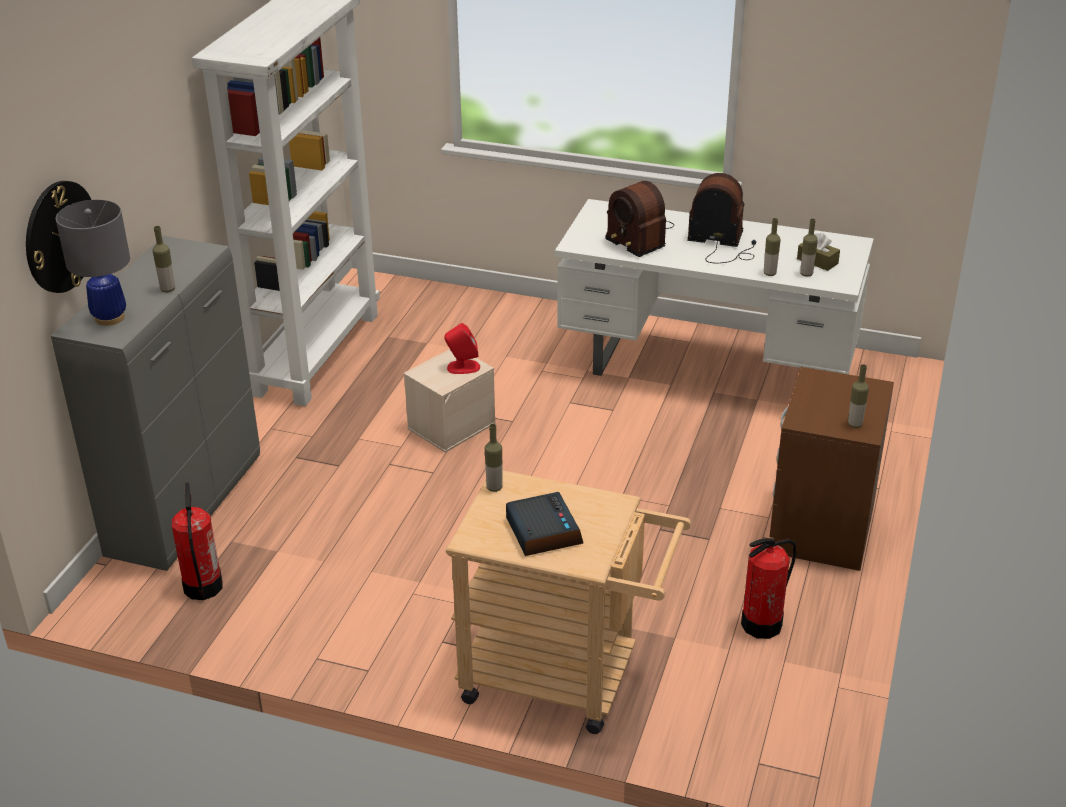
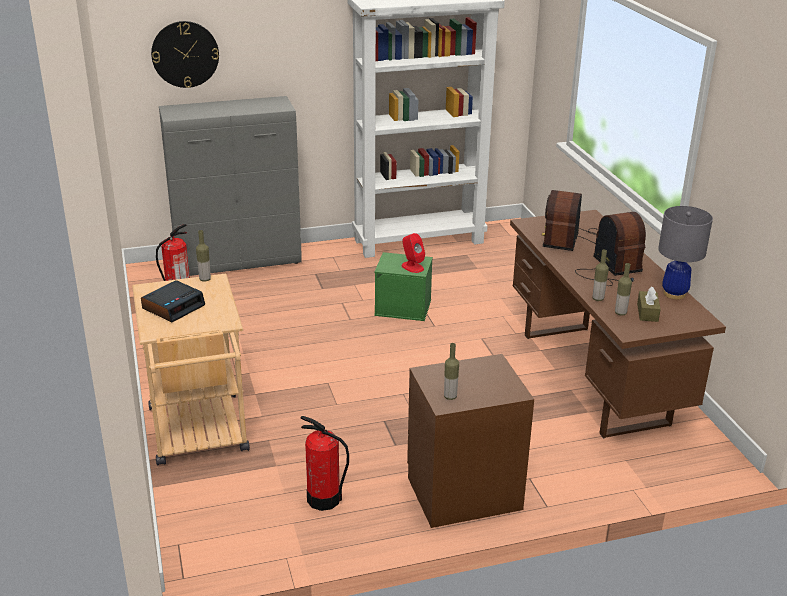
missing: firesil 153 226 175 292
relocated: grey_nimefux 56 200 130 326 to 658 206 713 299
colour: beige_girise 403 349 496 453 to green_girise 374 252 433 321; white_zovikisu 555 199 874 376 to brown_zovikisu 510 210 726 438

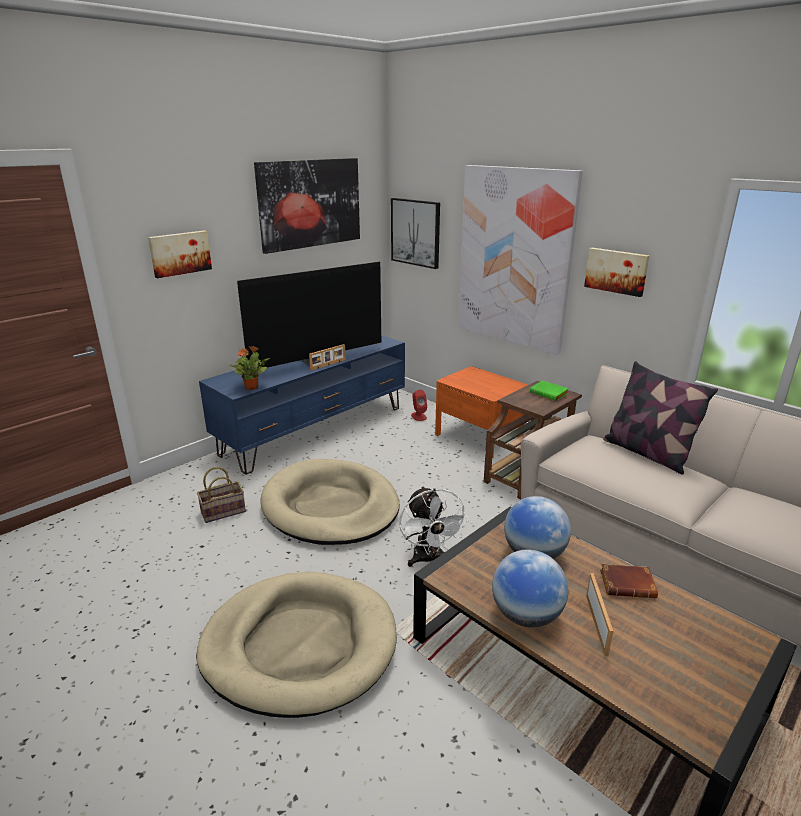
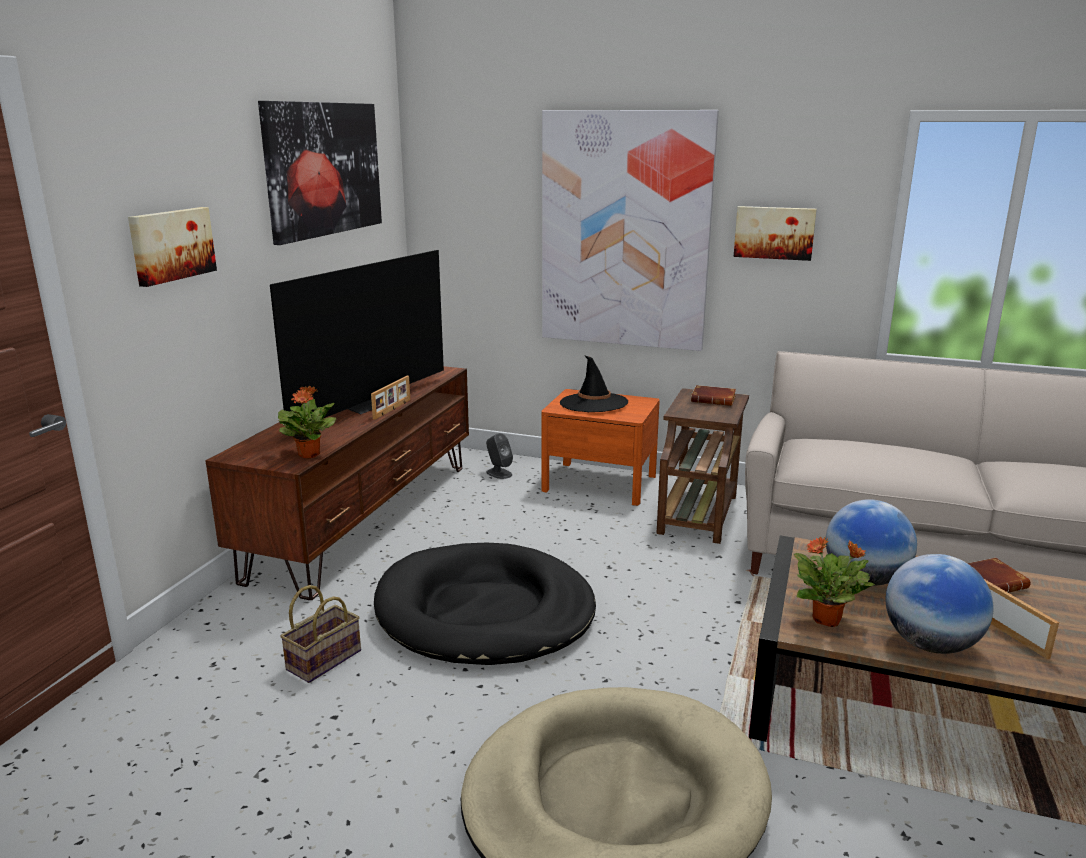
missing: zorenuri 391 198 440 269; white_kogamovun 399 486 469 567; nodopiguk 603 361 718 475
appeared: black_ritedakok 560 355 628 412; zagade 793 537 875 627
colour: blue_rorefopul 199 335 405 475 to brown_rorefopul 205 366 469 600; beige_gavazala 260 459 400 545 to black_gavazala 374 543 596 665; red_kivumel 411 390 427 421 to grey_kivumel 486 433 513 479; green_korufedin 530 380 569 401 to brown_korufedin 691 385 736 406

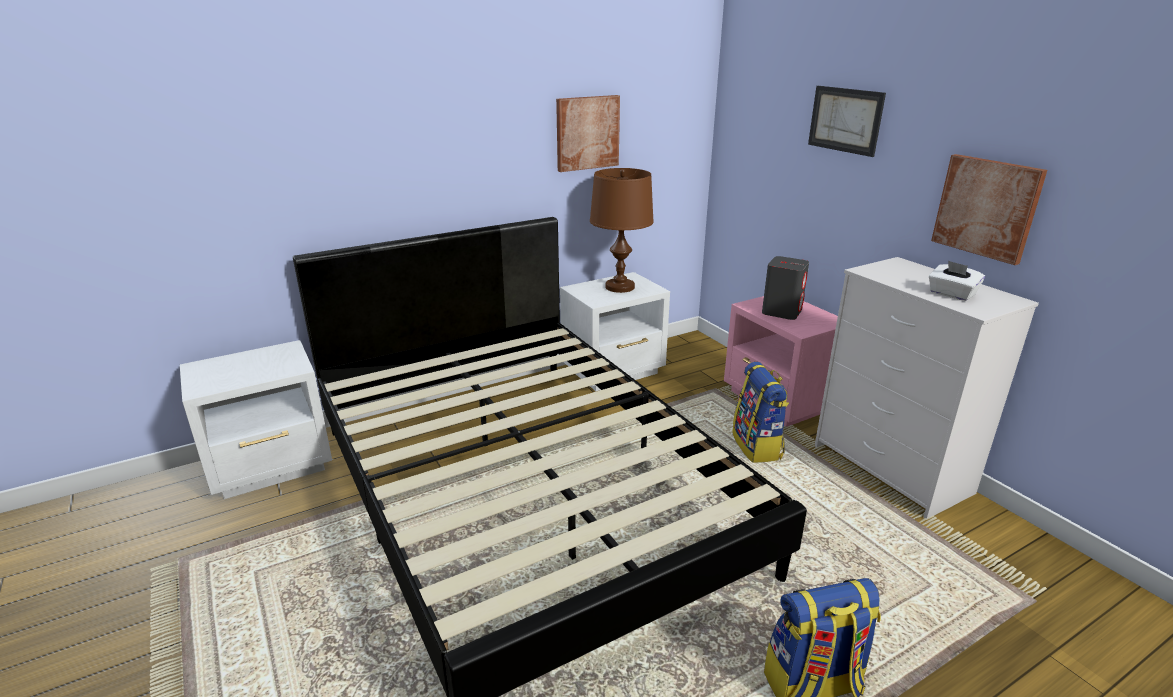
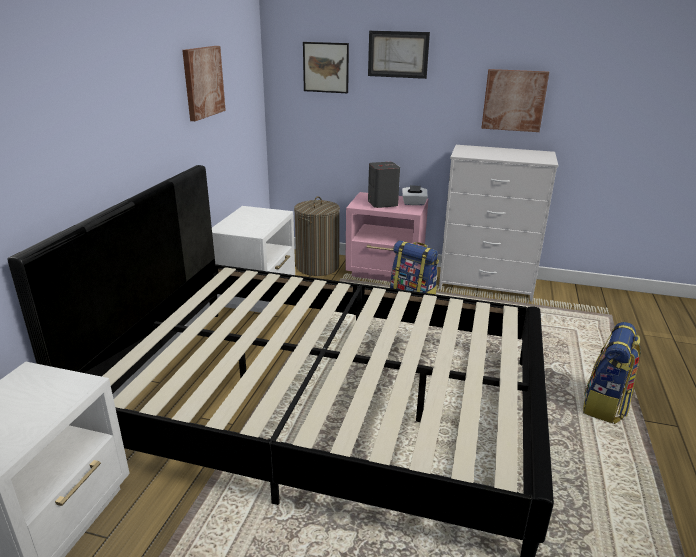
missing: brown_nimefux 590 168 654 293
appeared: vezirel 294 196 340 276; zorenuri 303 42 349 94
relocated: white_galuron 929 261 985 301 to 402 185 428 205

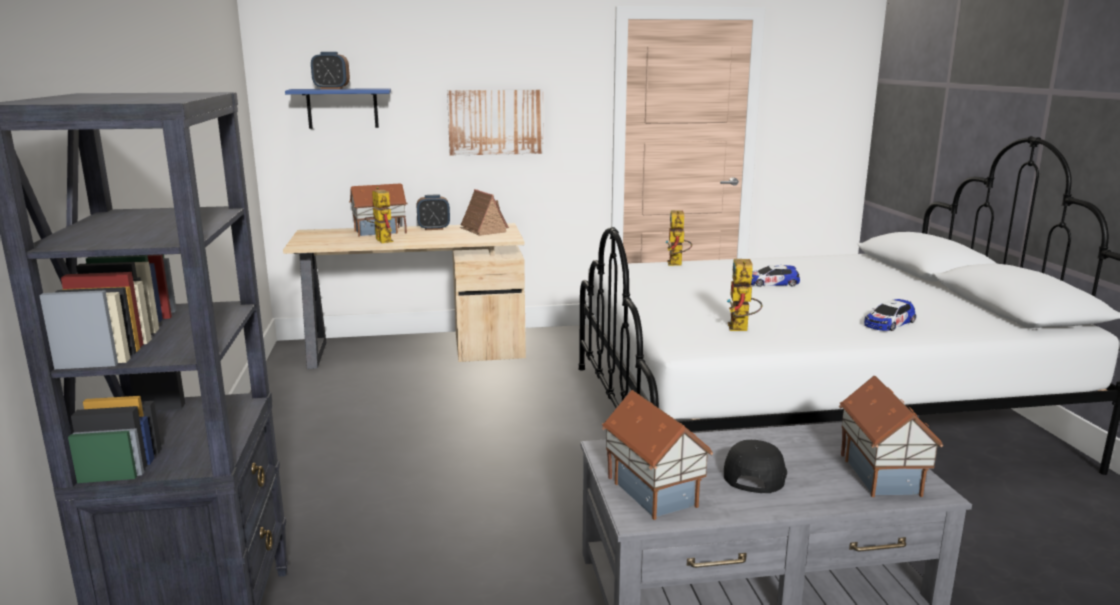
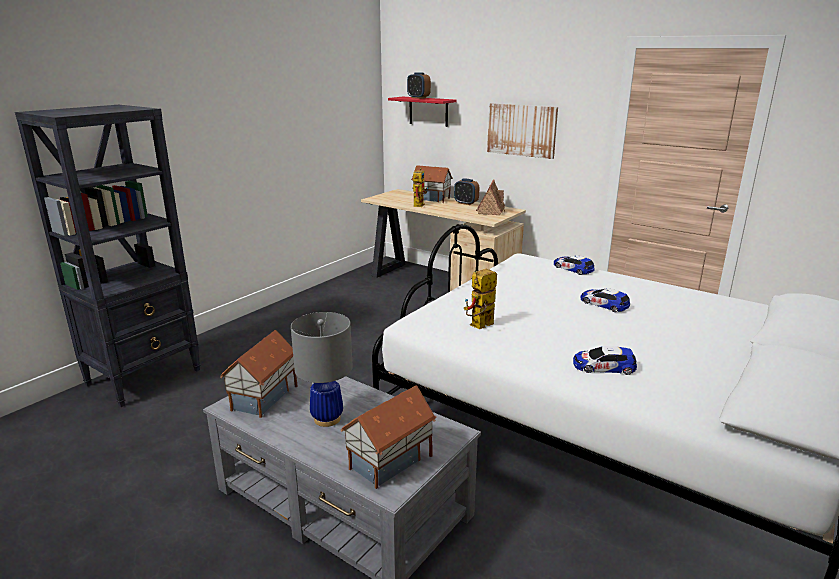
exchanged: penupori 665 210 692 266 to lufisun 554 255 594 275; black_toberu 724 440 787 493 to grey_nimefux 291 312 353 427
colour: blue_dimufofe 285 88 391 129 to red_dimufofe 388 97 457 127

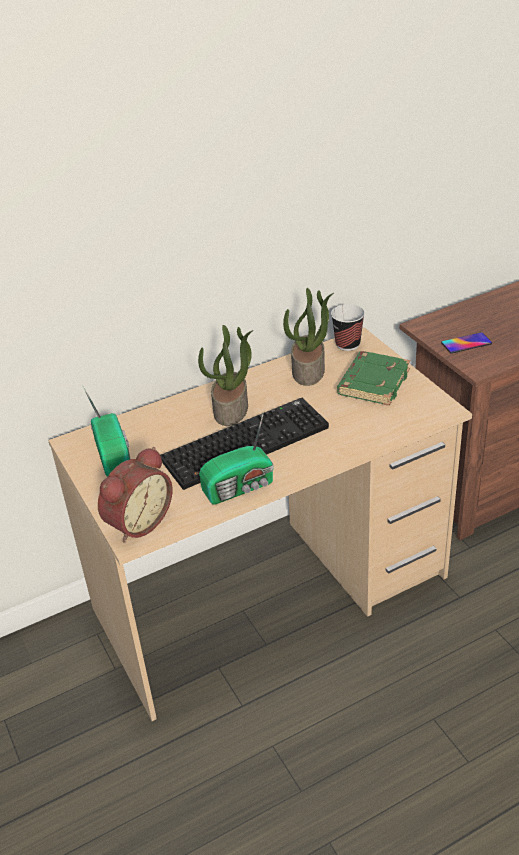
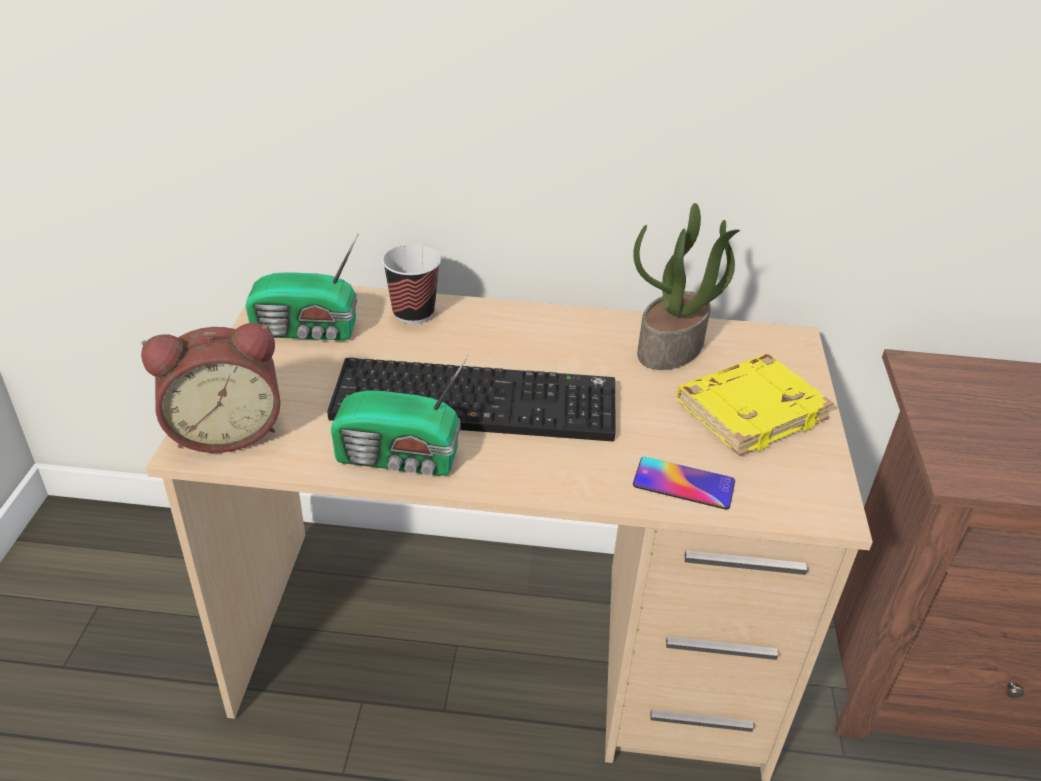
missing: zagade 198 325 253 426
relocated: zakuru 331 304 365 351 to 382 244 441 324; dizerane 441 332 492 353 to 633 457 735 510
colour: green_korufedin 337 351 410 406 to yellow_korufedin 677 354 834 456
spun: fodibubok 82 385 130 477 = 245 234 358 341 75 degrees clockwise

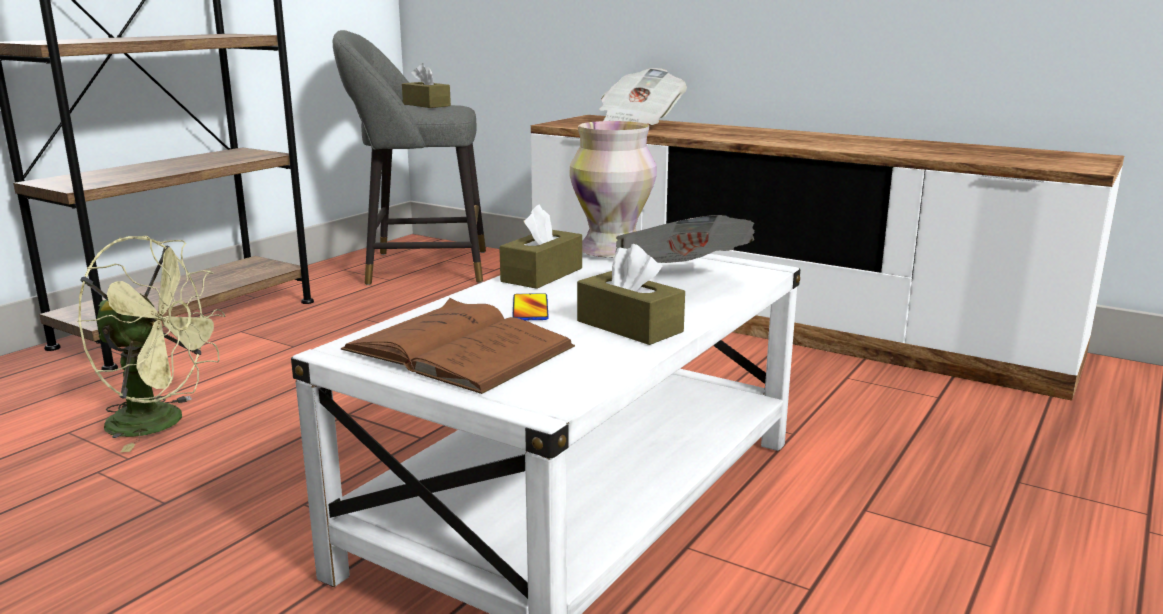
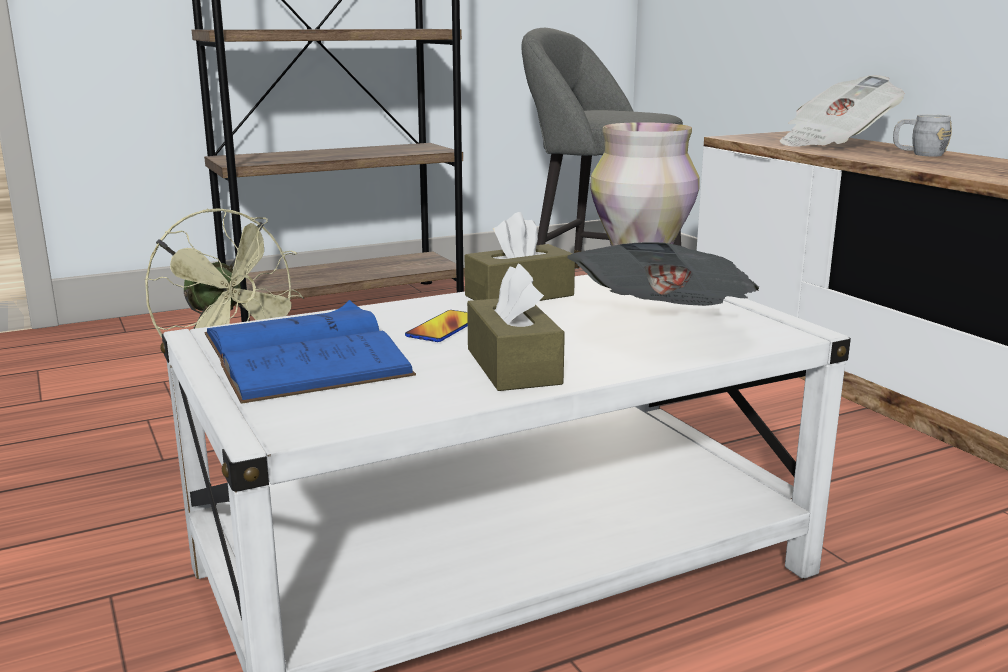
missing: brown_galuron 402 63 451 108
appeared: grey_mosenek 893 114 952 157
colour: brown_korufedin 341 298 575 394 to blue_korufedin 204 300 416 404

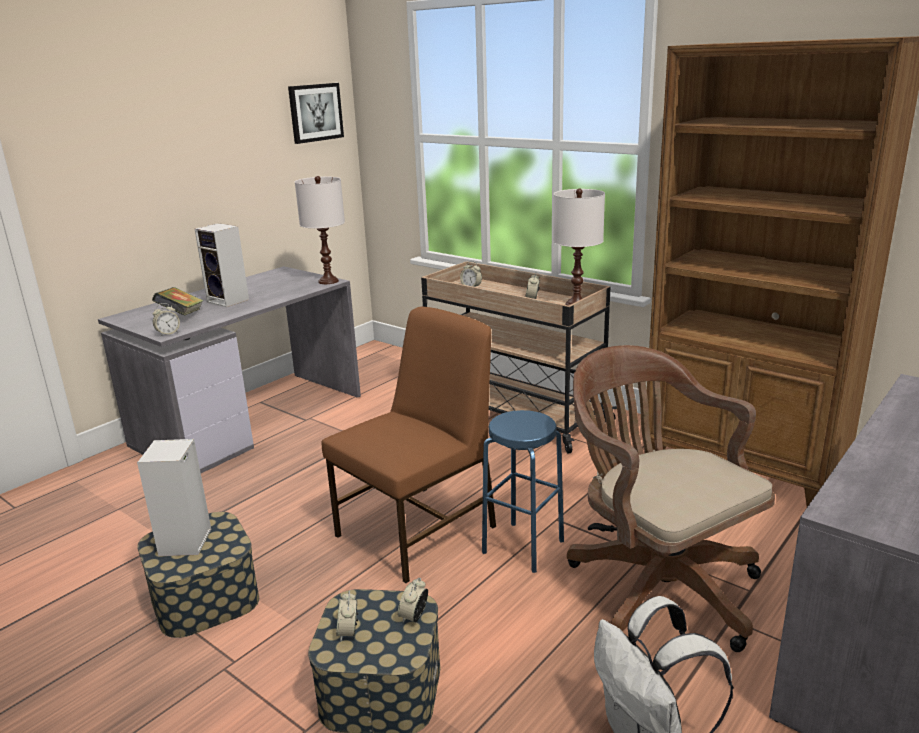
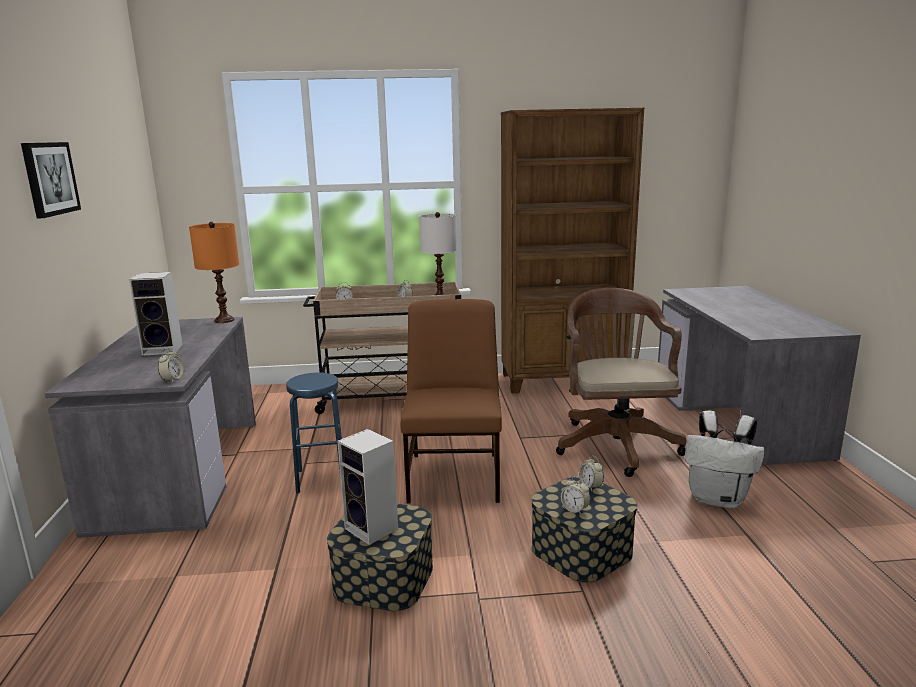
missing: korufedin 152 287 204 316
relocated: zorenuri 288 83 344 144 to 21 142 81 218; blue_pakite 482 410 564 573 to 286 373 342 494
colour: white_nimefux 295 176 345 284 to orange_nimefux 189 222 239 323
spun: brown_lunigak 567 345 775 652 = 556 288 686 477 75 degrees clockwise

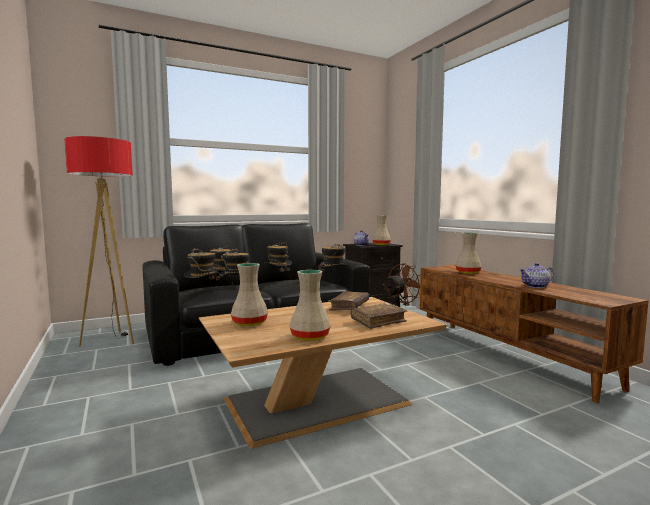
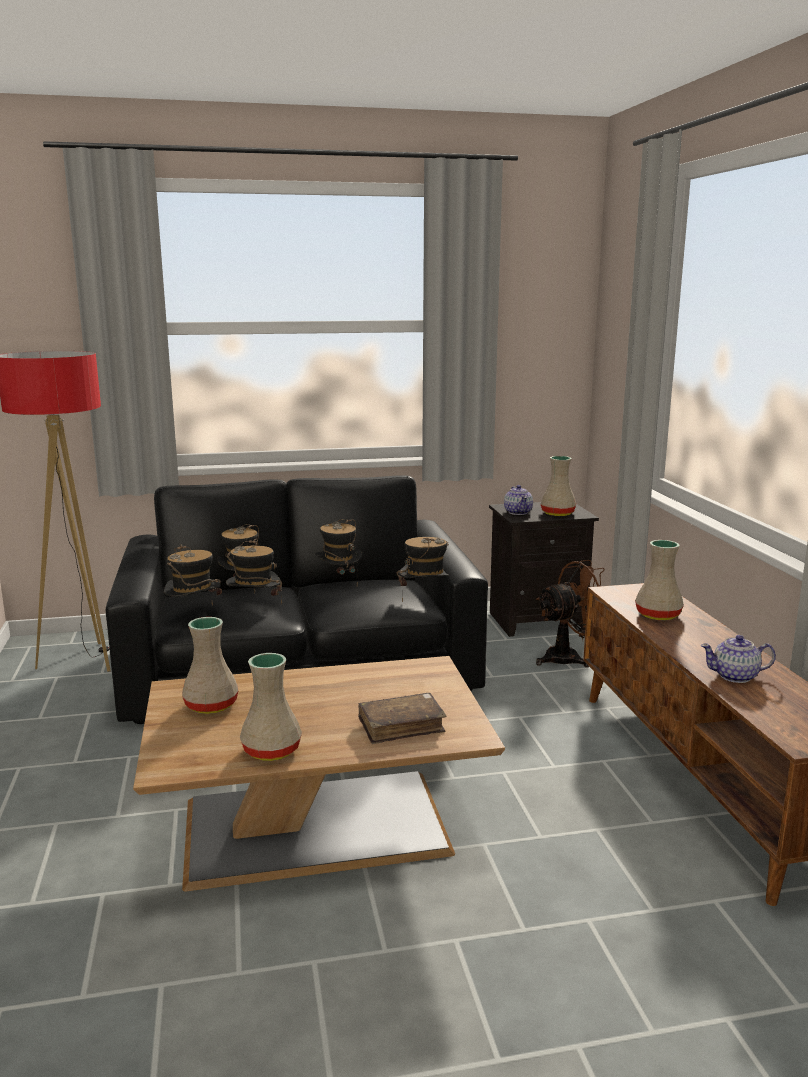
missing: brown_korufedin 329 291 369 311

